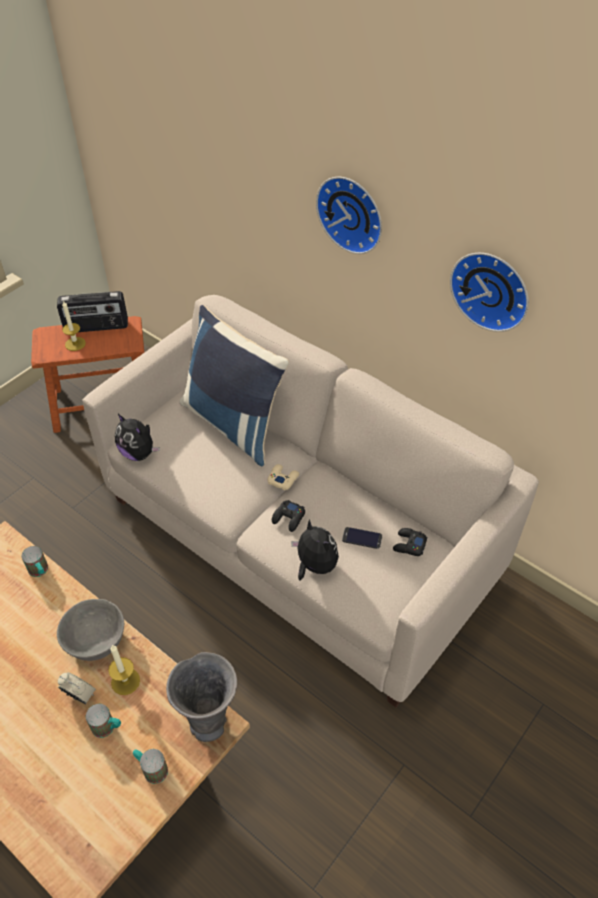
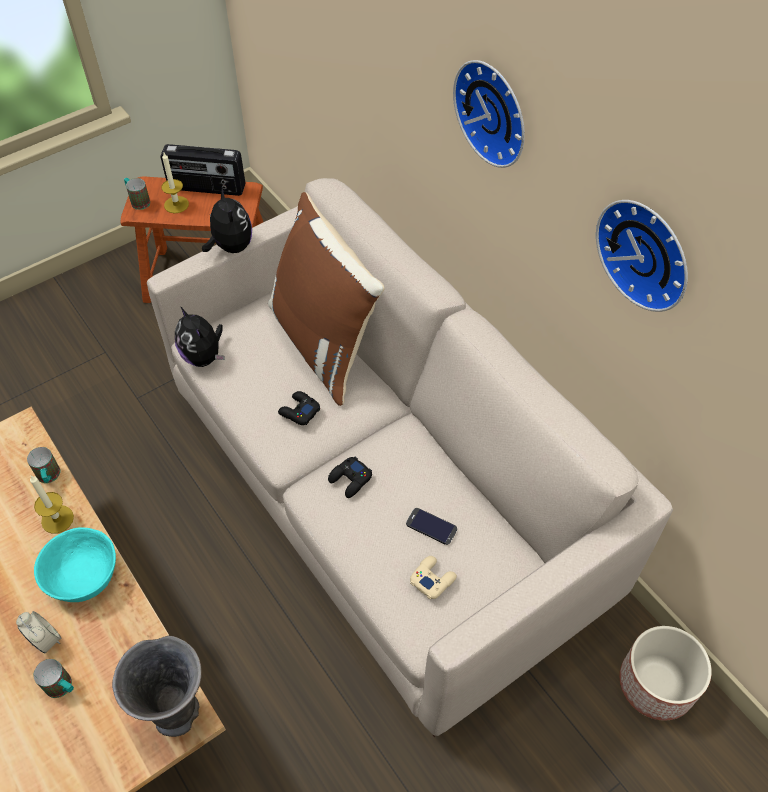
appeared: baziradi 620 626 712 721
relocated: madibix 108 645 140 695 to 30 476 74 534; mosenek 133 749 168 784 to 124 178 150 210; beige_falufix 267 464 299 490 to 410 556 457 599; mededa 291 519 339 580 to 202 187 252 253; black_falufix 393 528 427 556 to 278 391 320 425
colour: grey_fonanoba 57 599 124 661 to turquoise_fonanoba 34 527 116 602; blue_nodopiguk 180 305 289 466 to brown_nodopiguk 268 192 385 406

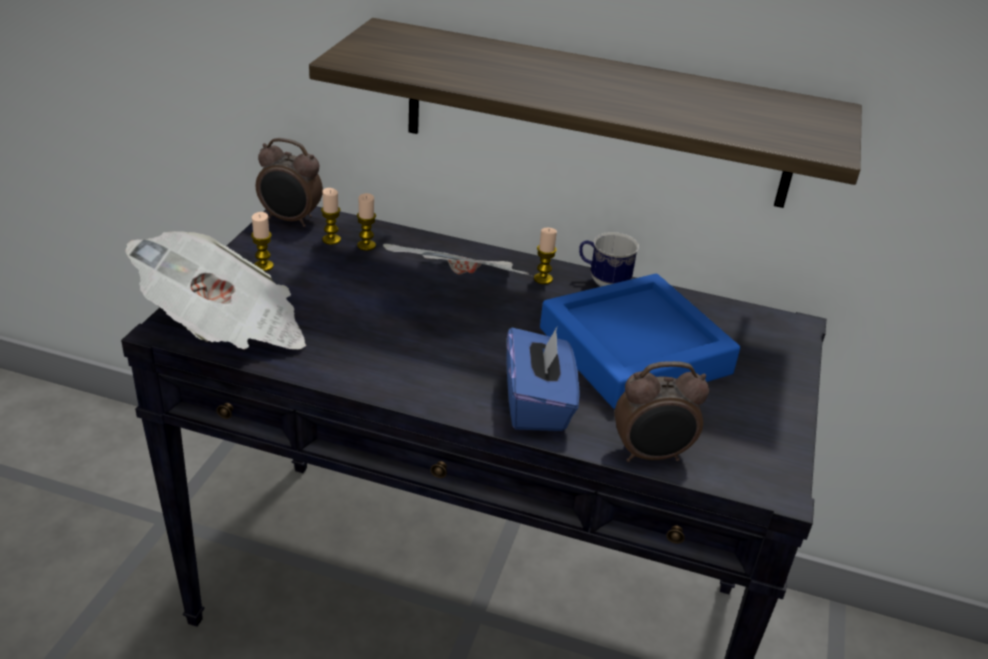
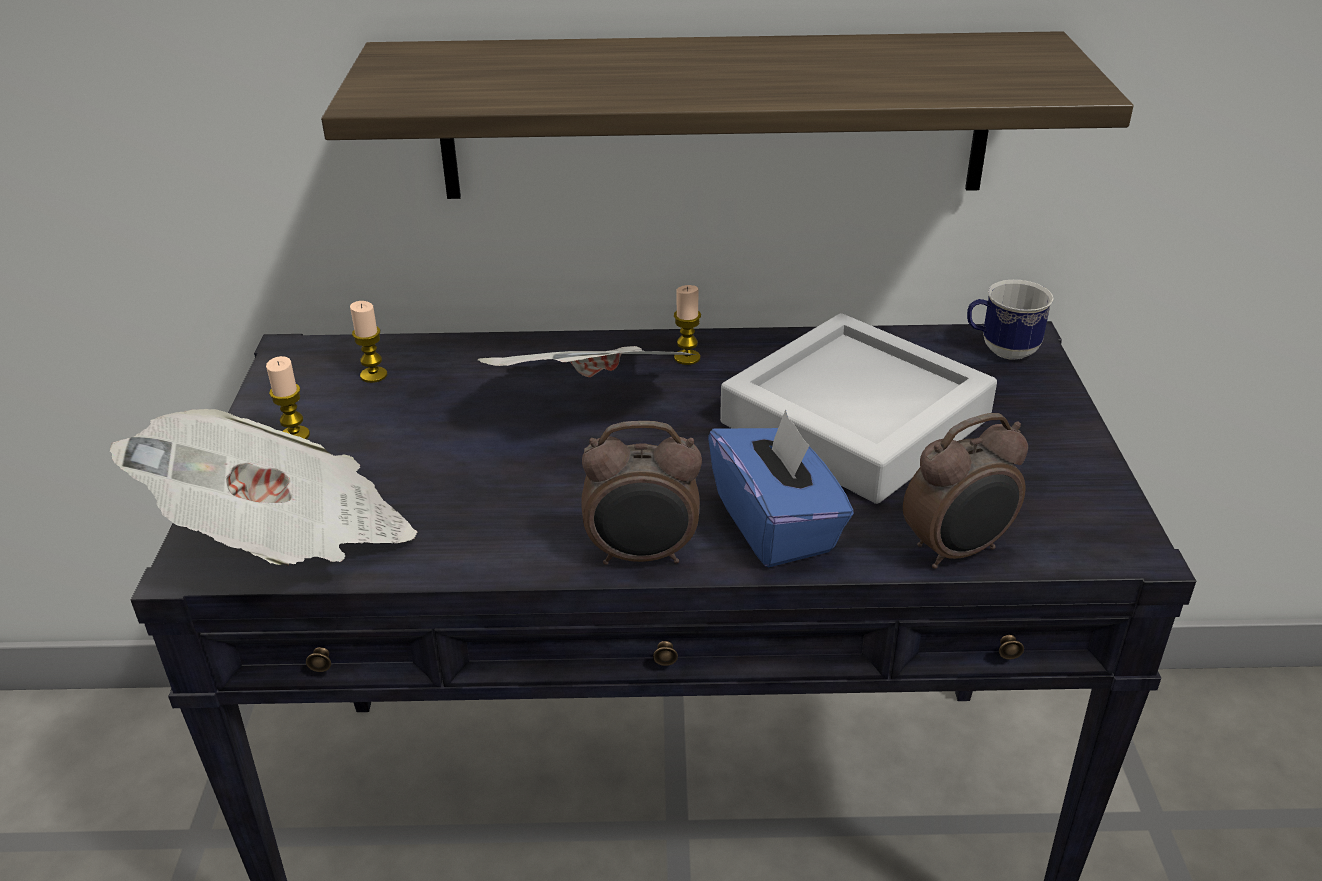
missing: madibix 357 193 376 251
relocated: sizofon 256 138 323 227 to 581 421 702 565; mosenek 579 232 639 286 to 967 280 1054 360
colour: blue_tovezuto 540 274 740 409 to grey_tovezuto 720 313 997 504

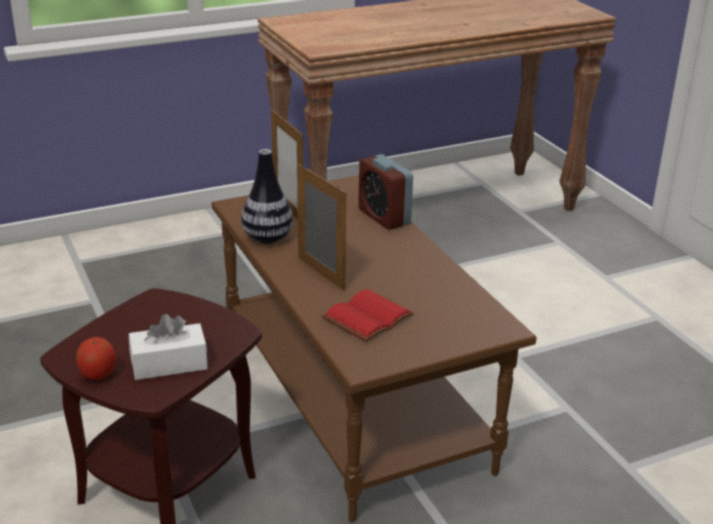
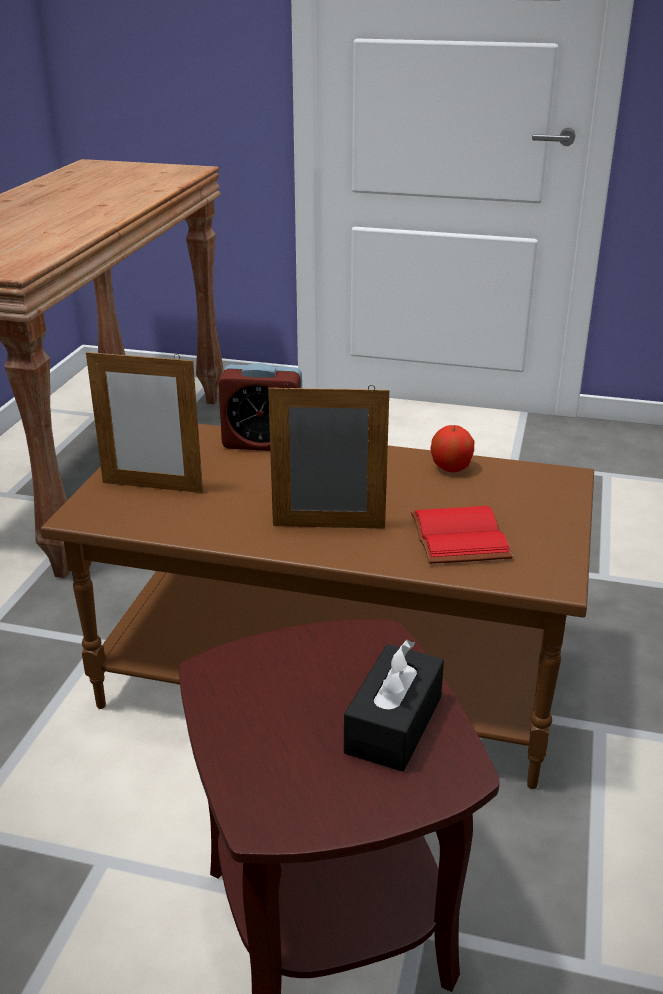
missing: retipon 241 149 293 244
relocated: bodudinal 76 337 116 380 to 430 425 474 472
colour: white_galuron 129 314 208 380 to black_galuron 344 640 444 772

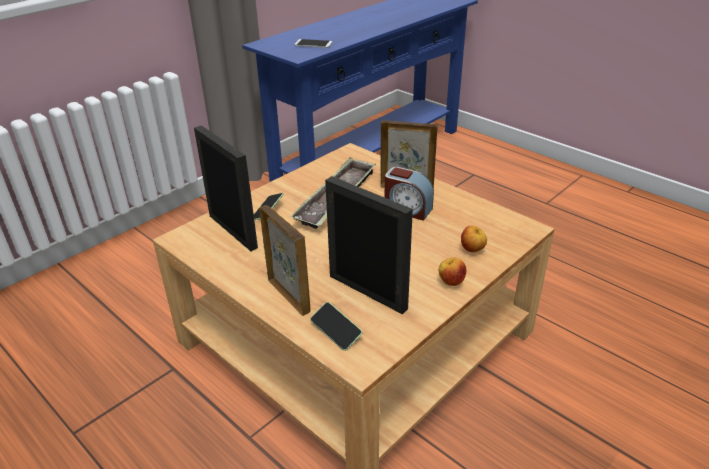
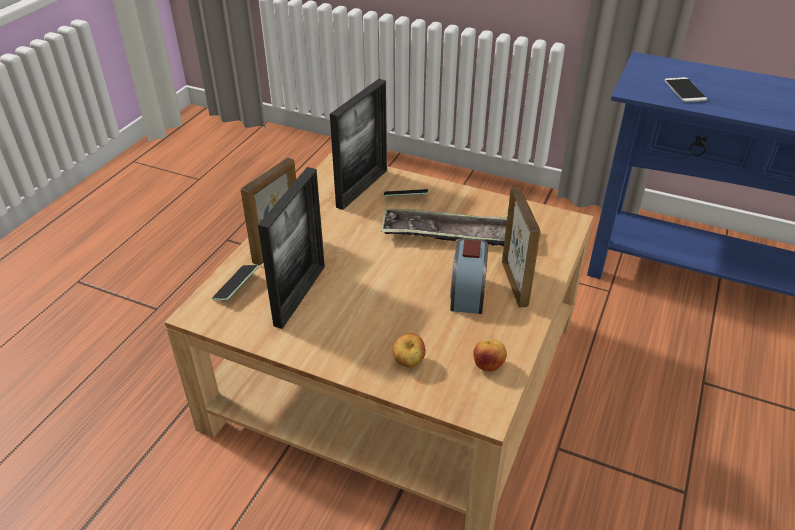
relocated: bodudinal 438 258 466 286 to 473 339 507 371

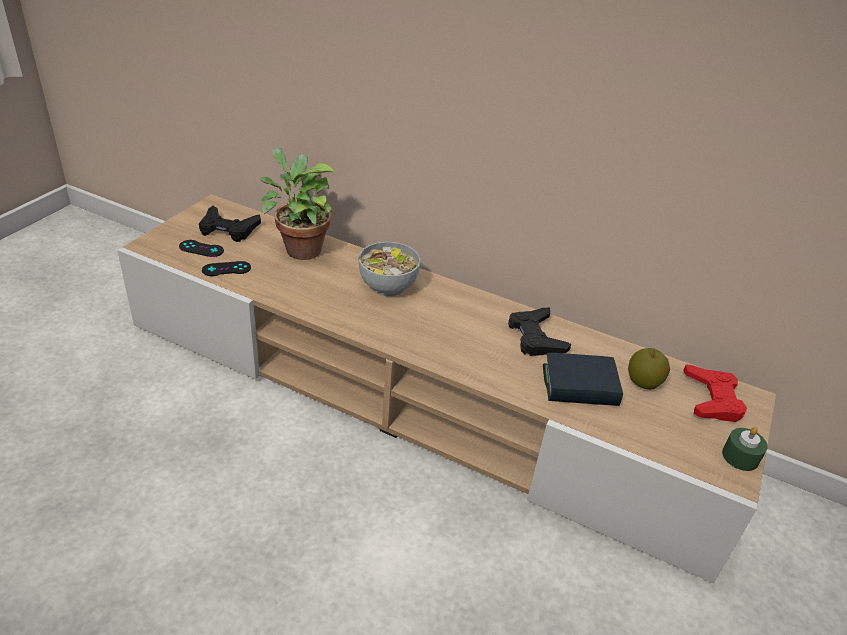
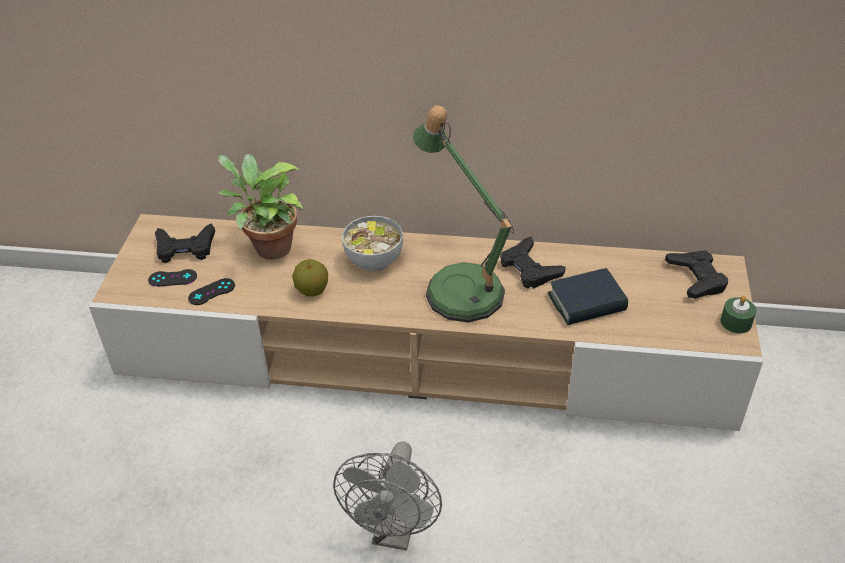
appeared: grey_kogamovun 333 442 442 551; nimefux 413 105 514 323
relocated: bodudinal 628 348 670 390 to 292 259 328 297
colour: red_falufix 683 365 747 422 to black_falufix 665 250 728 299

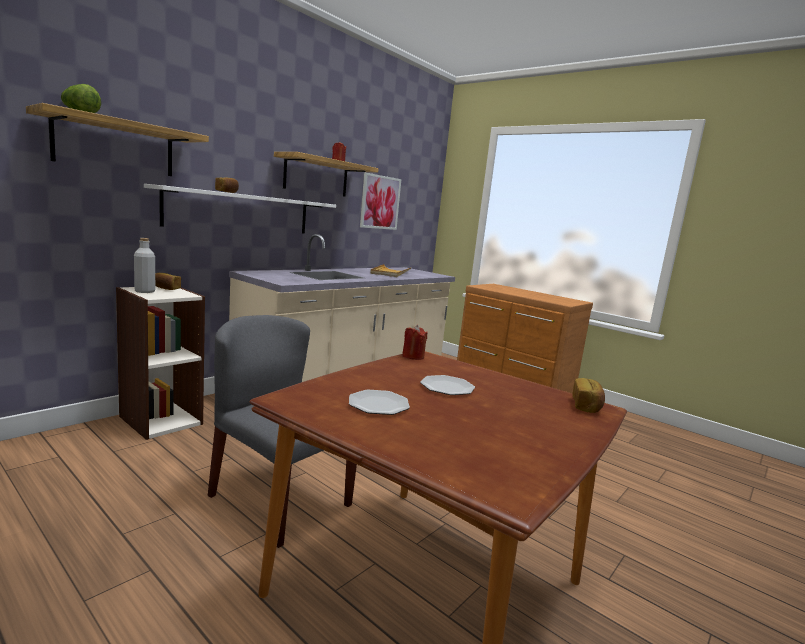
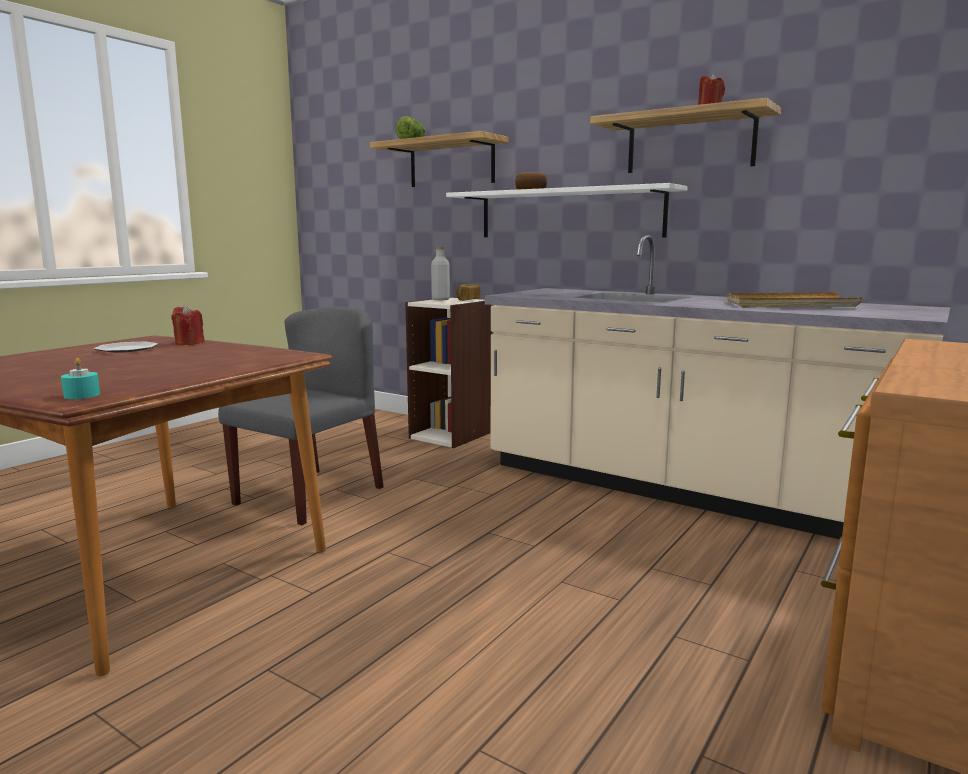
missing: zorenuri 360 173 401 230; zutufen 420 375 475 395
relocated: red_madibix 402 325 428 360 to 171 305 205 345
exchanged: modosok 572 378 605 413 to turquoise_madibix 61 358 100 399

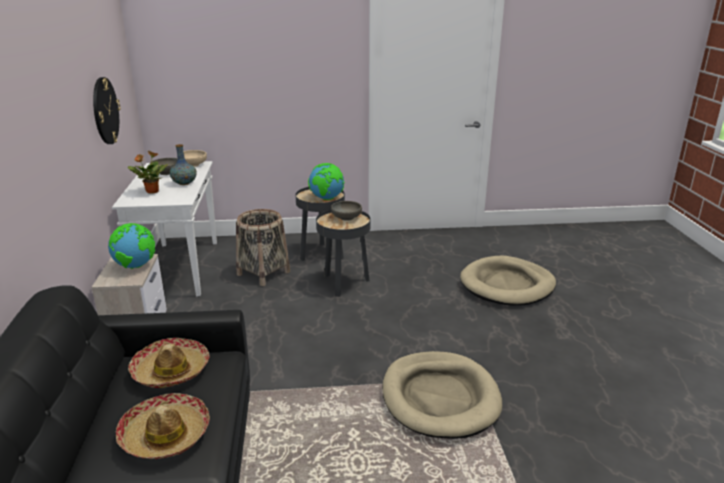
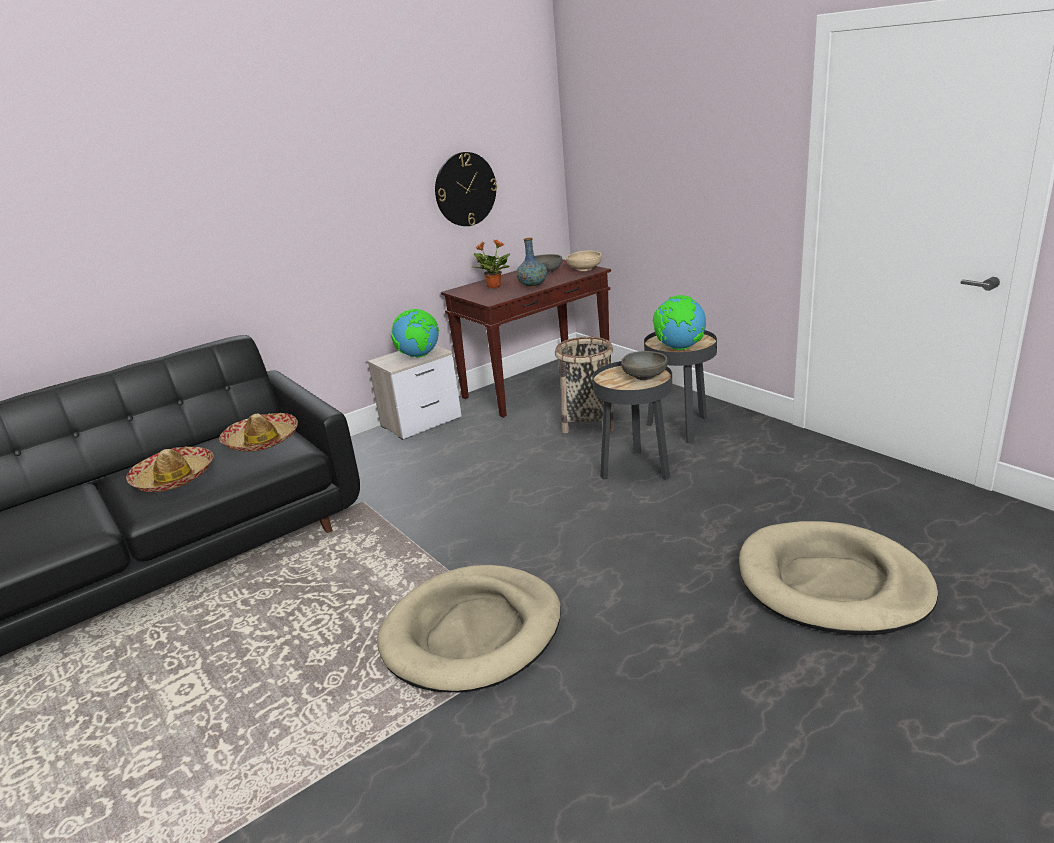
colour: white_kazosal 112 161 217 297 to brown_kazosal 441 259 611 418

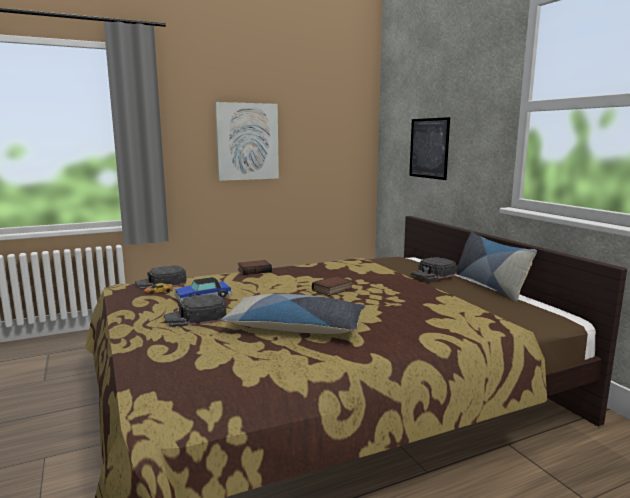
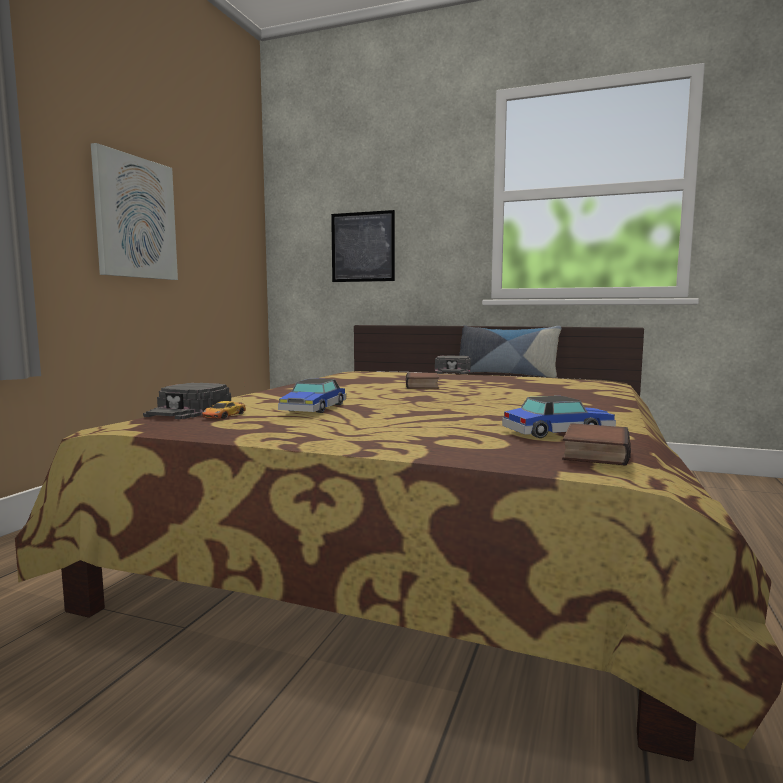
missing: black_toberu 164 294 226 327; nodopiguk 221 294 365 334
appeared: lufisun 502 396 616 438
relocated: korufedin 237 260 272 275 to 562 423 631 466

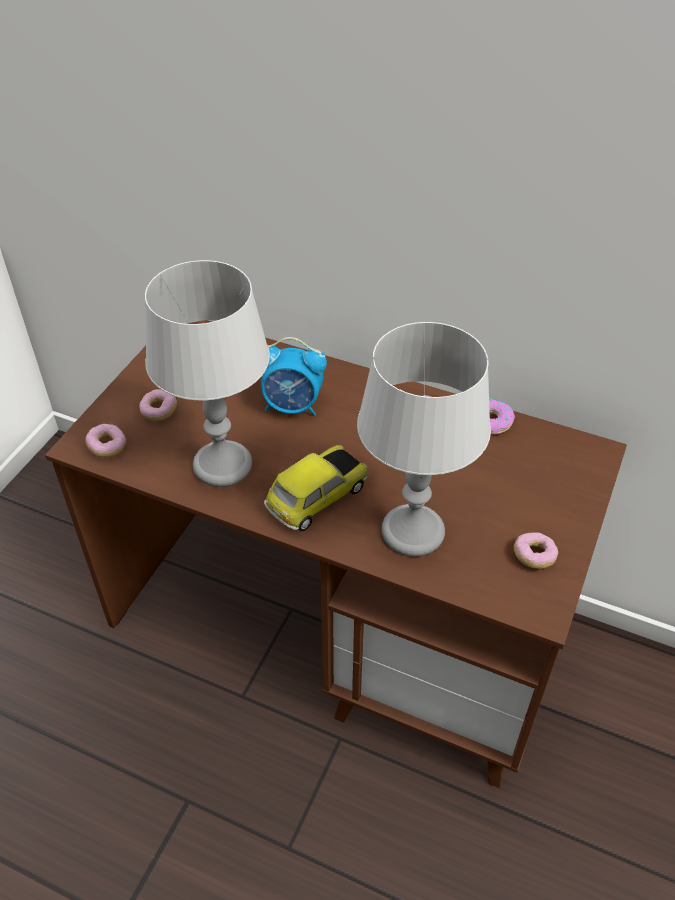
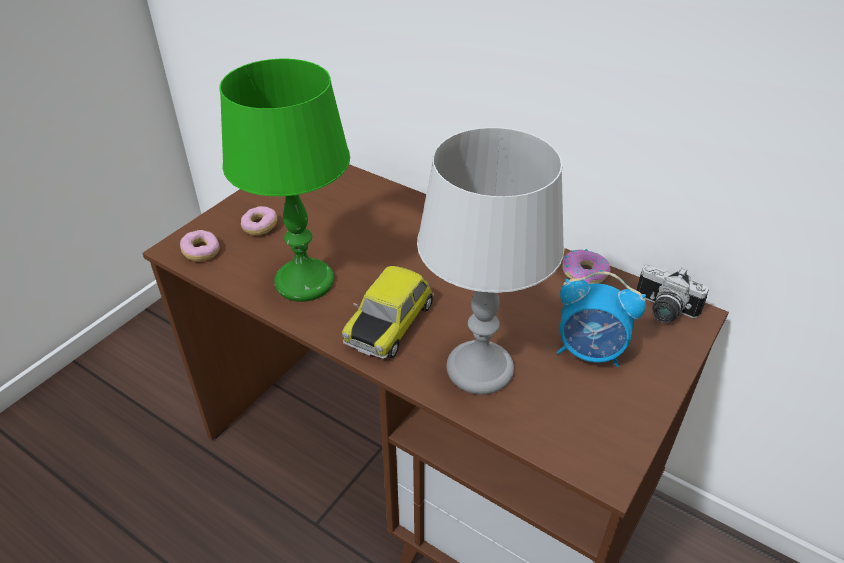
missing: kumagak 514 532 558 569
appeared: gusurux 637 264 709 323
relocated: sizofon 261 337 327 416 to 557 271 646 367
colour: grey_nimefux 145 260 270 487 to green_nimefux 219 59 350 302
spun: lufisun 264 445 368 531 = 342 266 434 359 150 degrees clockwise

